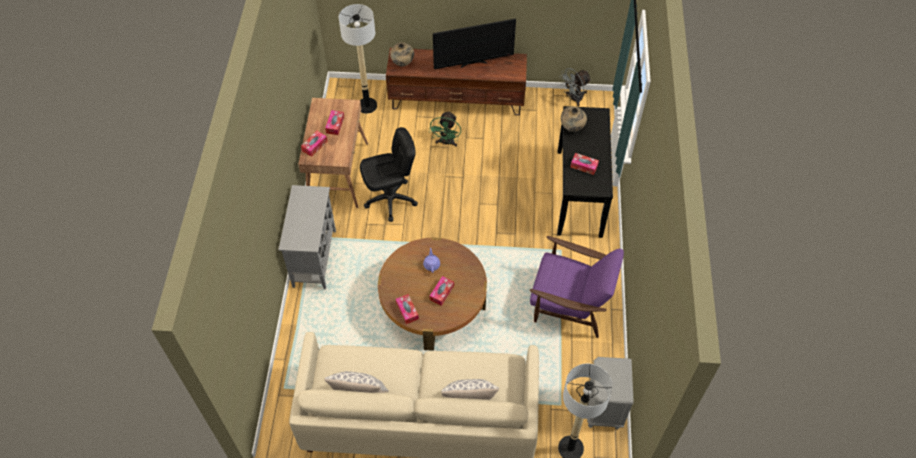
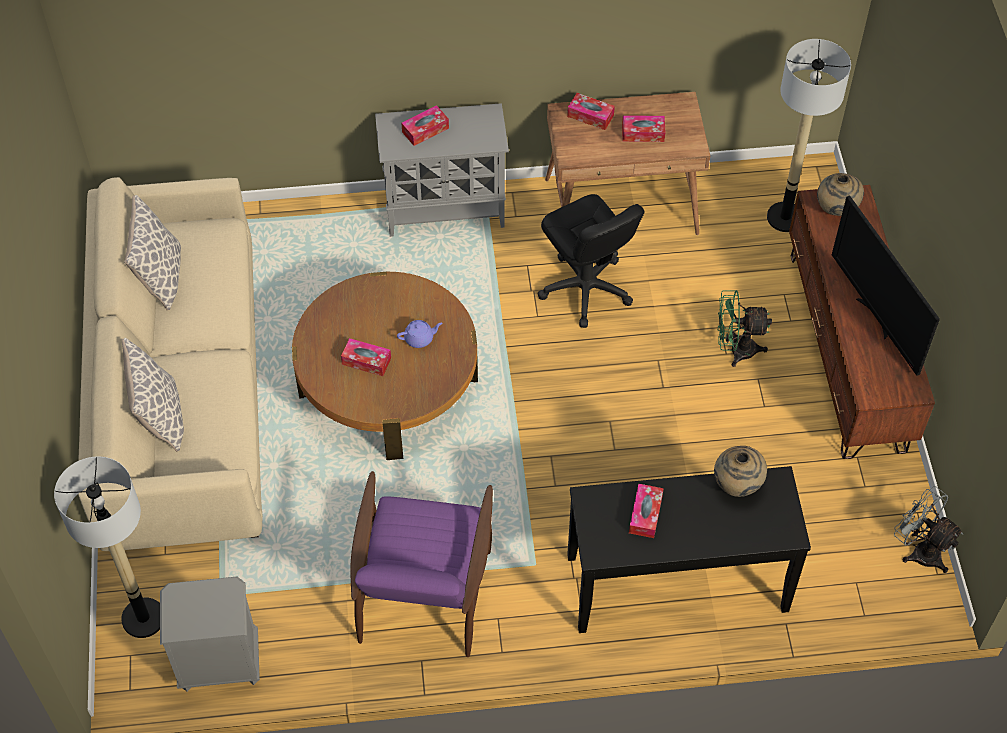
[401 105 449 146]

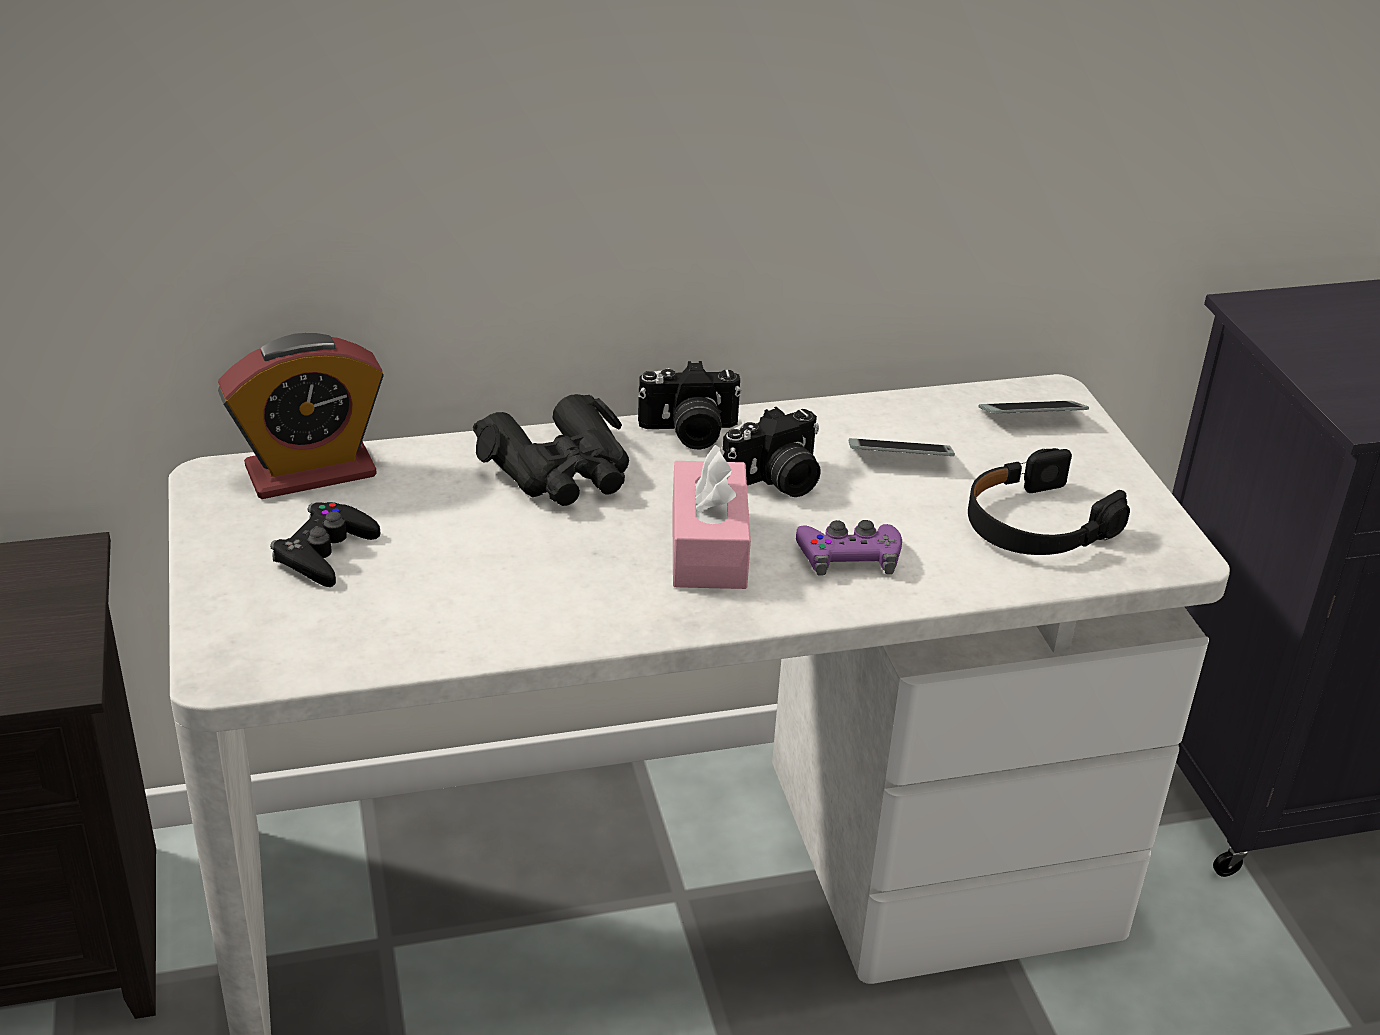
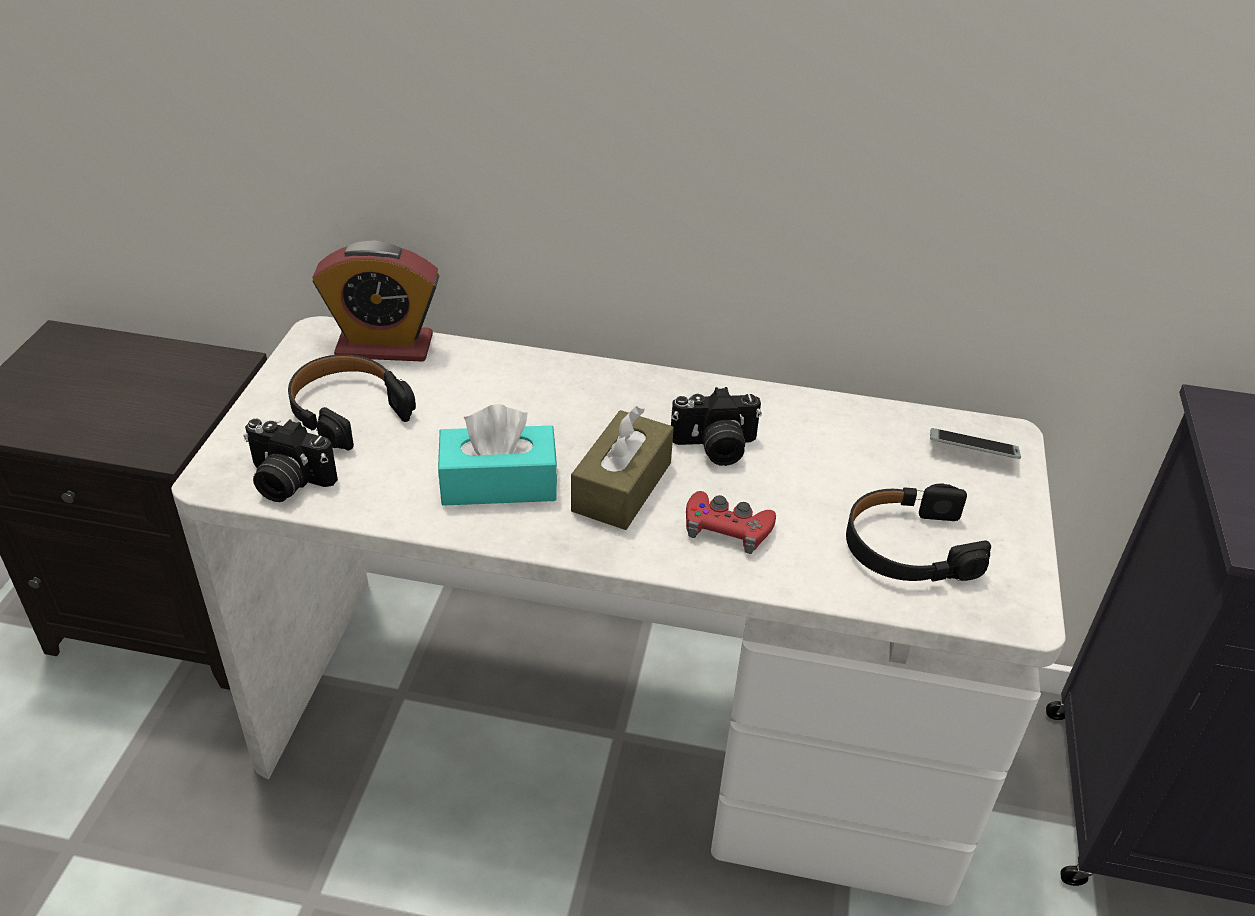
[243 419 338 502]
[288 354 416 450]
[438 404 558 506]
[571 406 674 530]
[686 491 776 554]
[473 394 629 506] (first image)
[849 438 955 456] (first image)

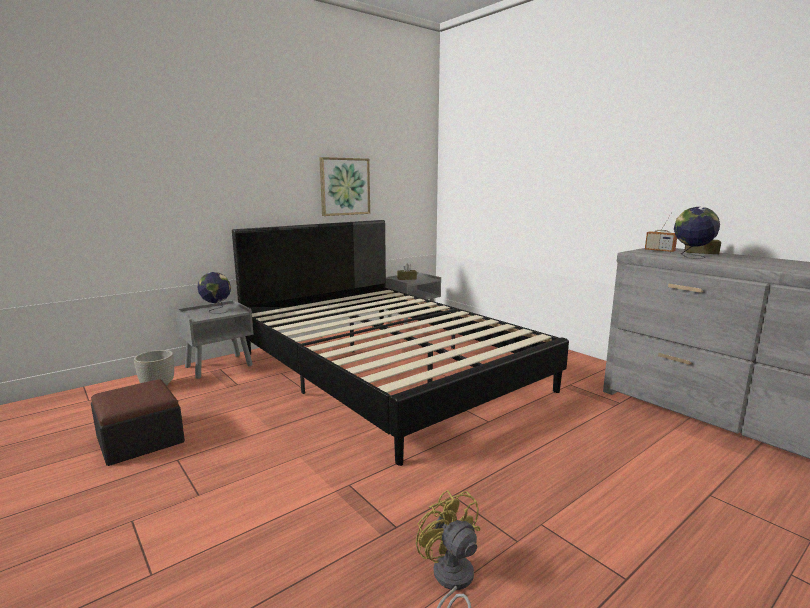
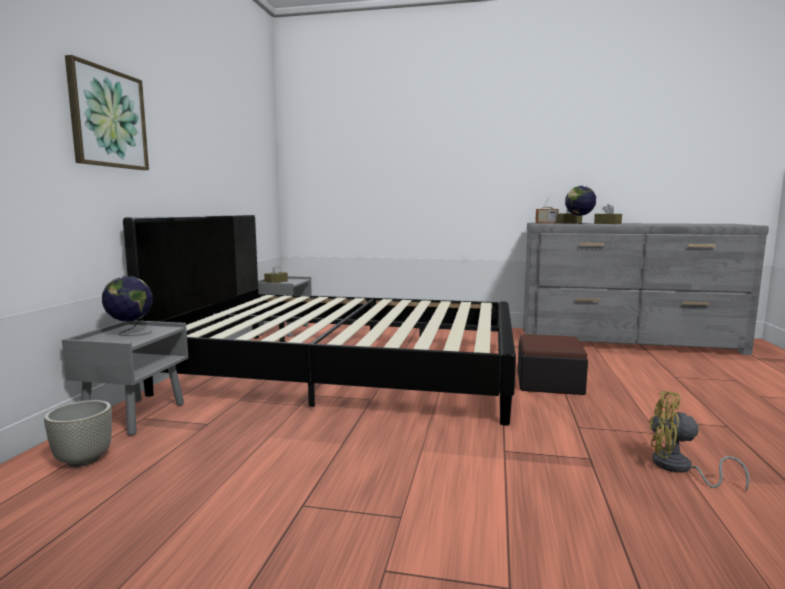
[65 55 149 170]
[518 334 588 395]
[594 204 622 224]

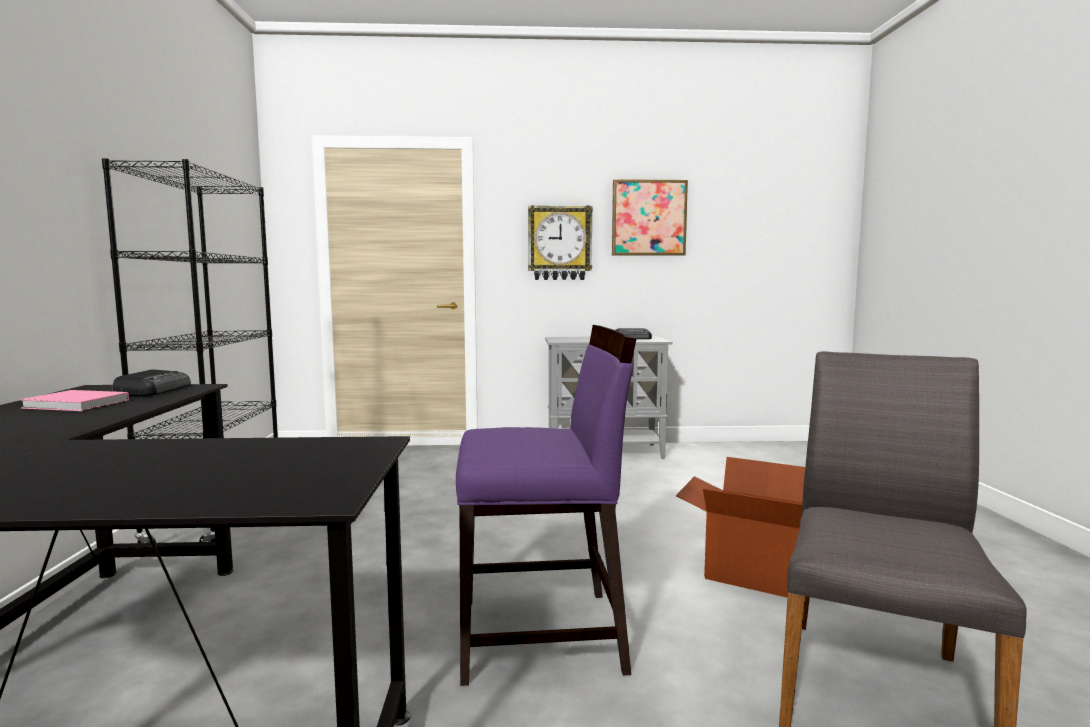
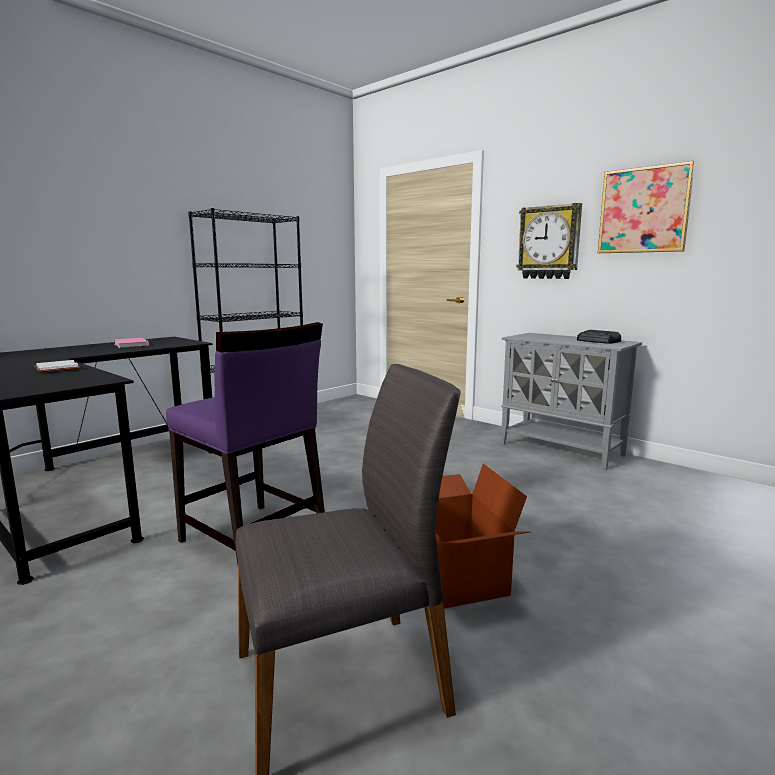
[35 360 80 373]
[112 370 191 396] (first image)

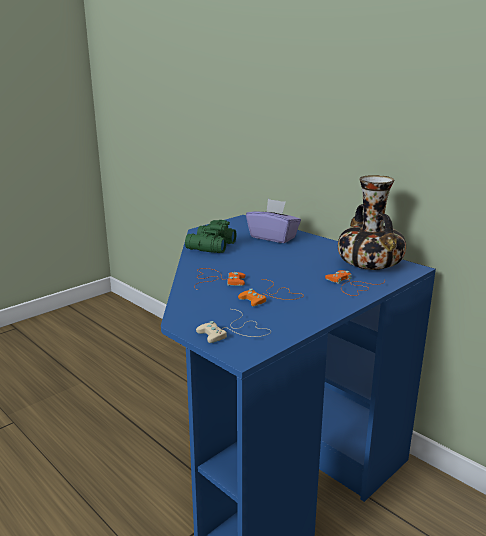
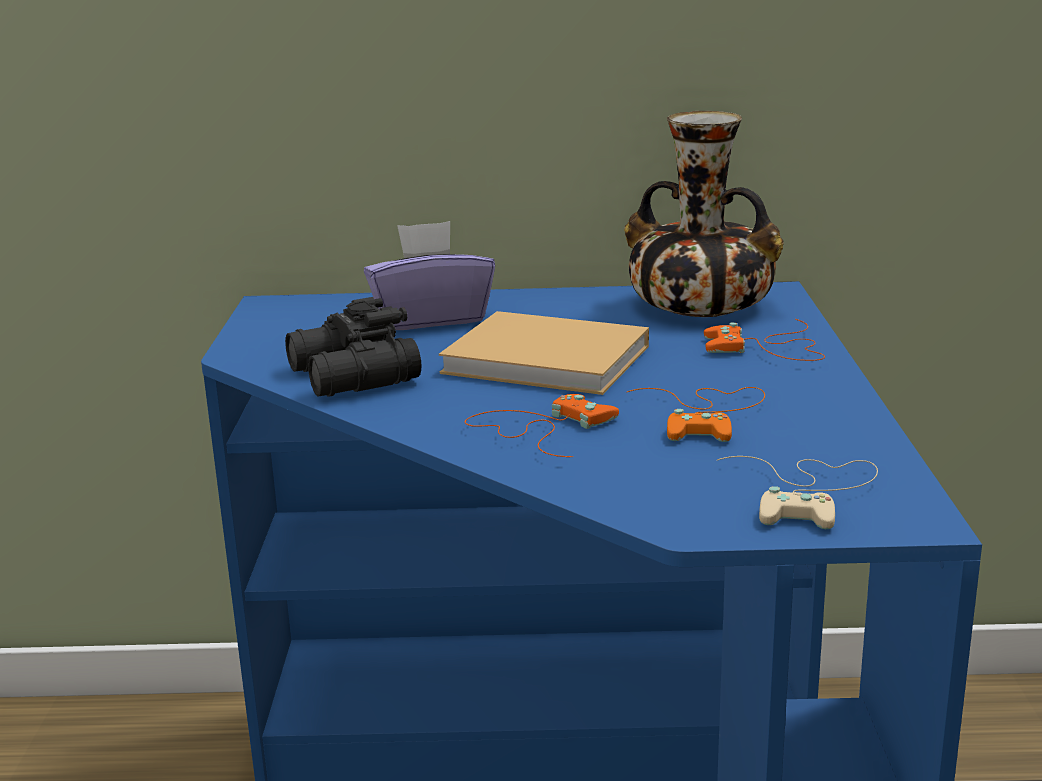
[285 297 422 397]
[439 311 649 395]

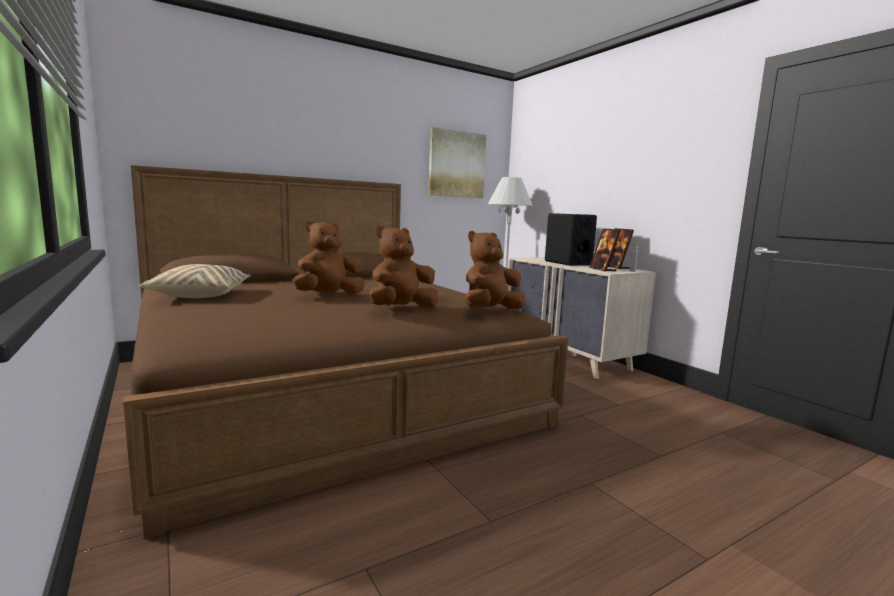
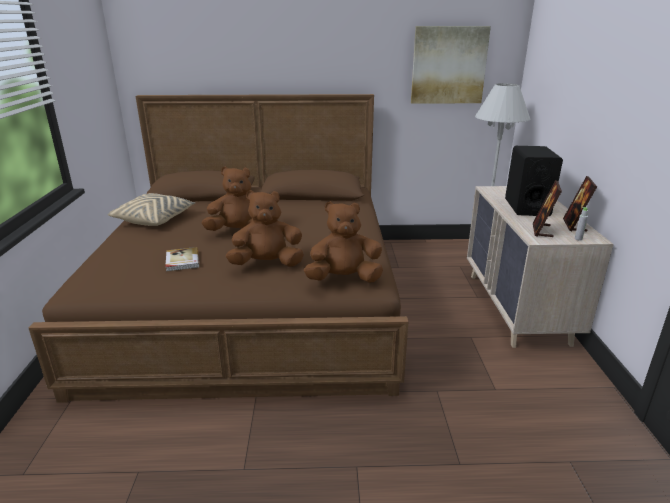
[165 247 199 271]

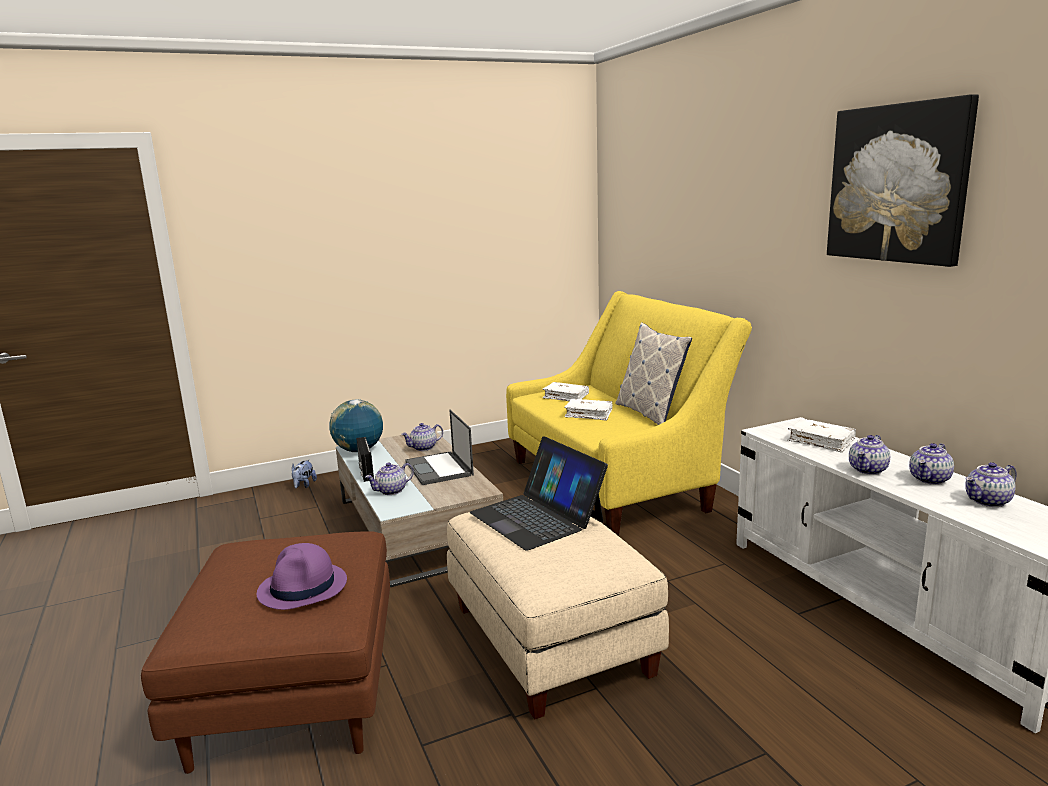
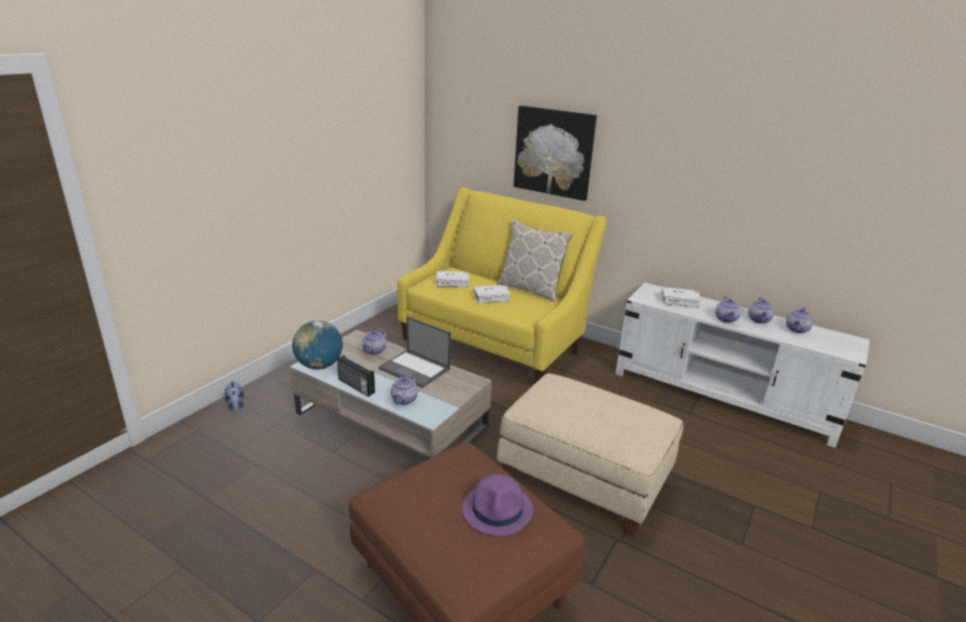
[514 105 597 201]
[470 436 608 551] (first image)

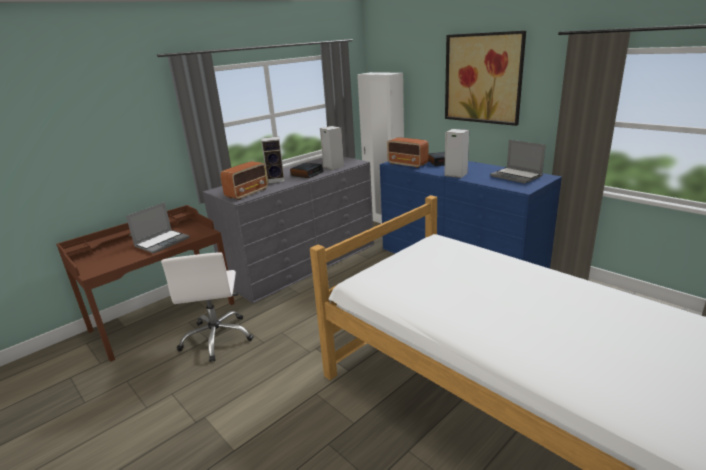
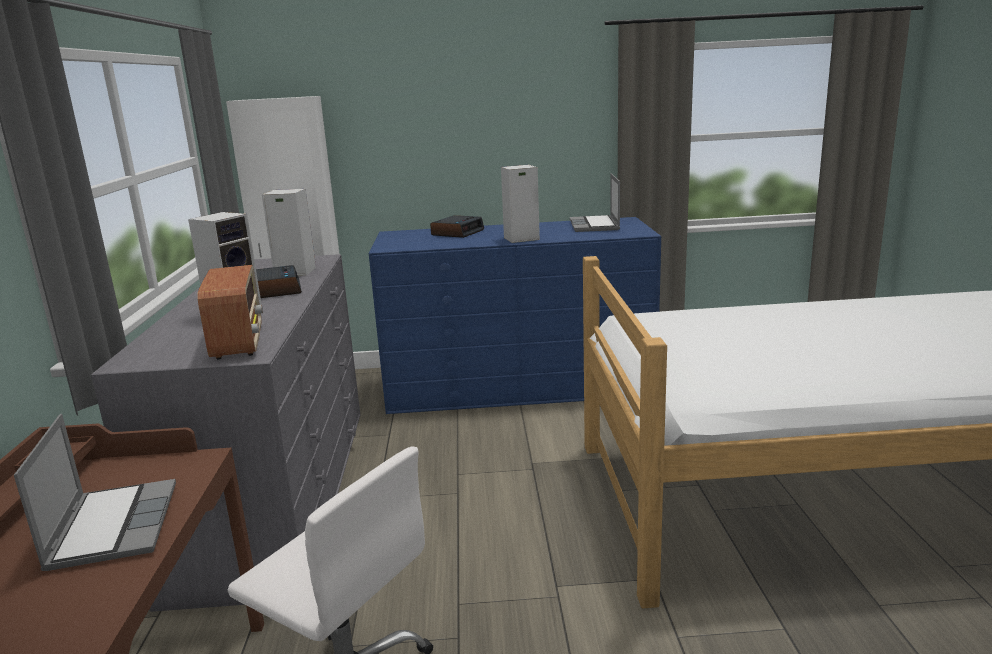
[570 173 620 232]
[387 137 429 168] (first image)
[445 31 526 126] (first image)

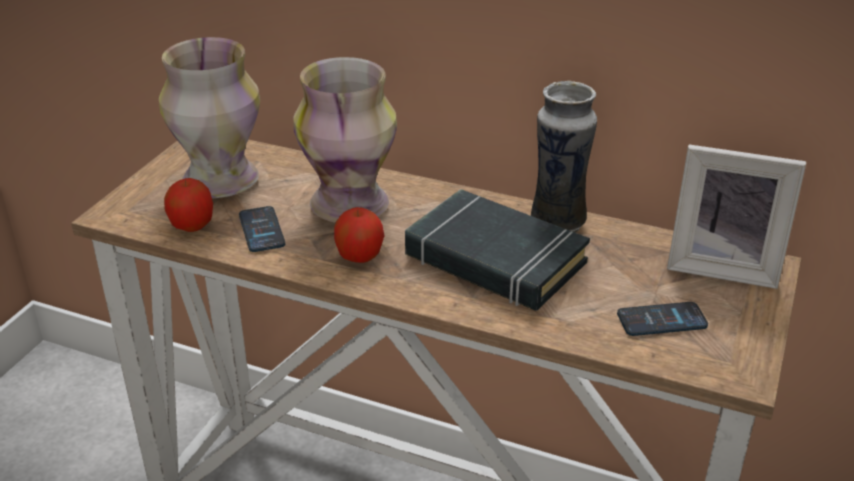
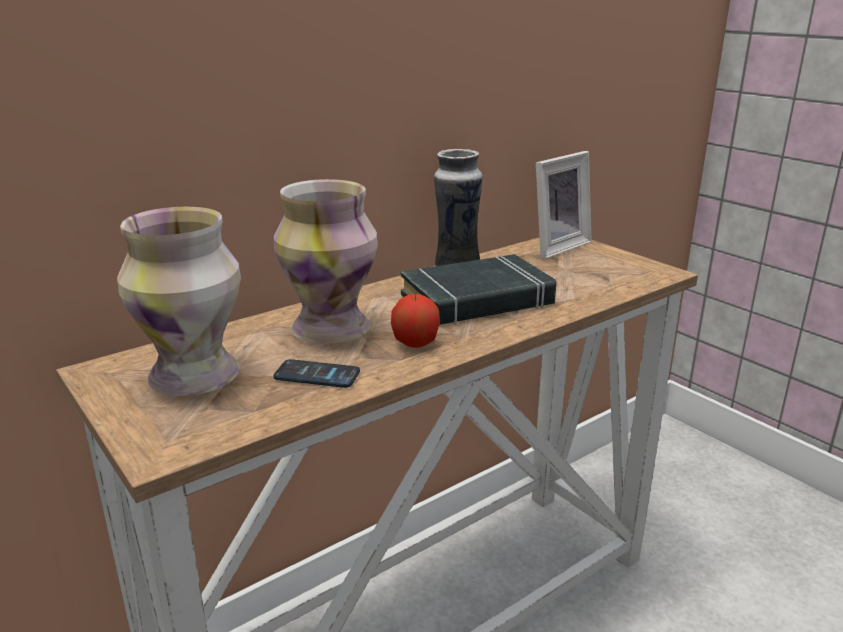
[164 178 213 232] (first image)
[617 302 708 336] (first image)

